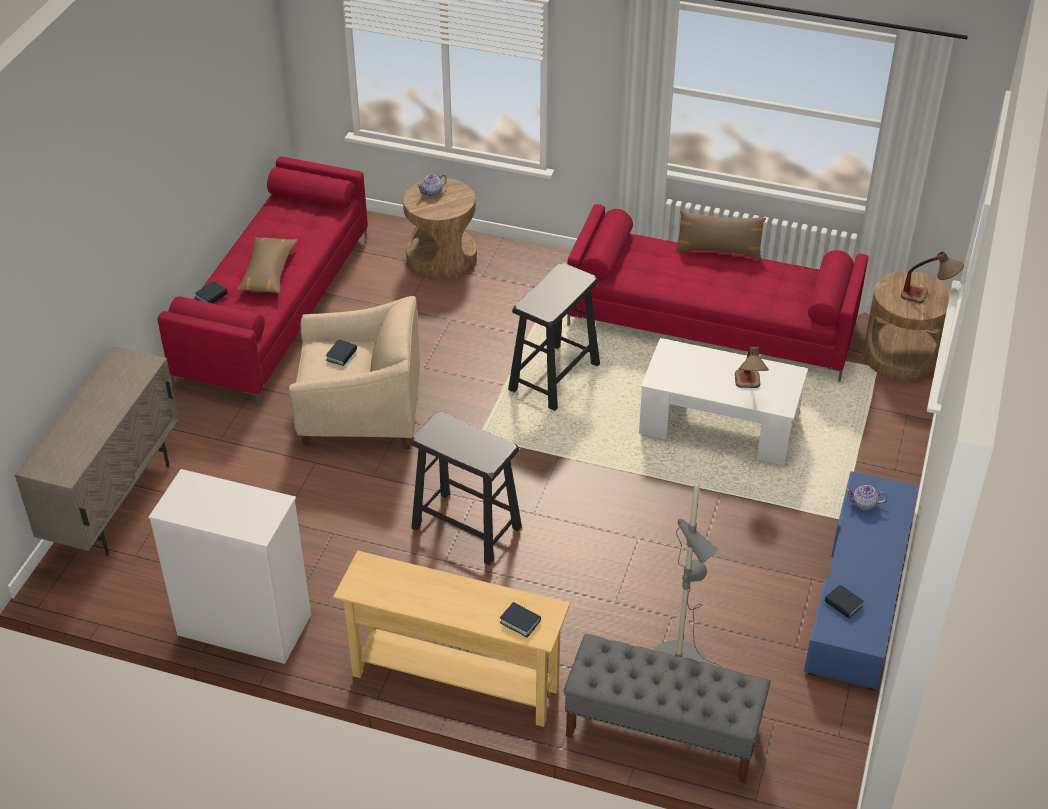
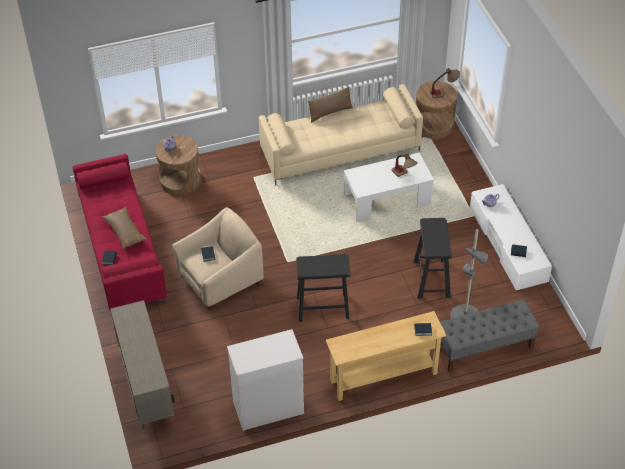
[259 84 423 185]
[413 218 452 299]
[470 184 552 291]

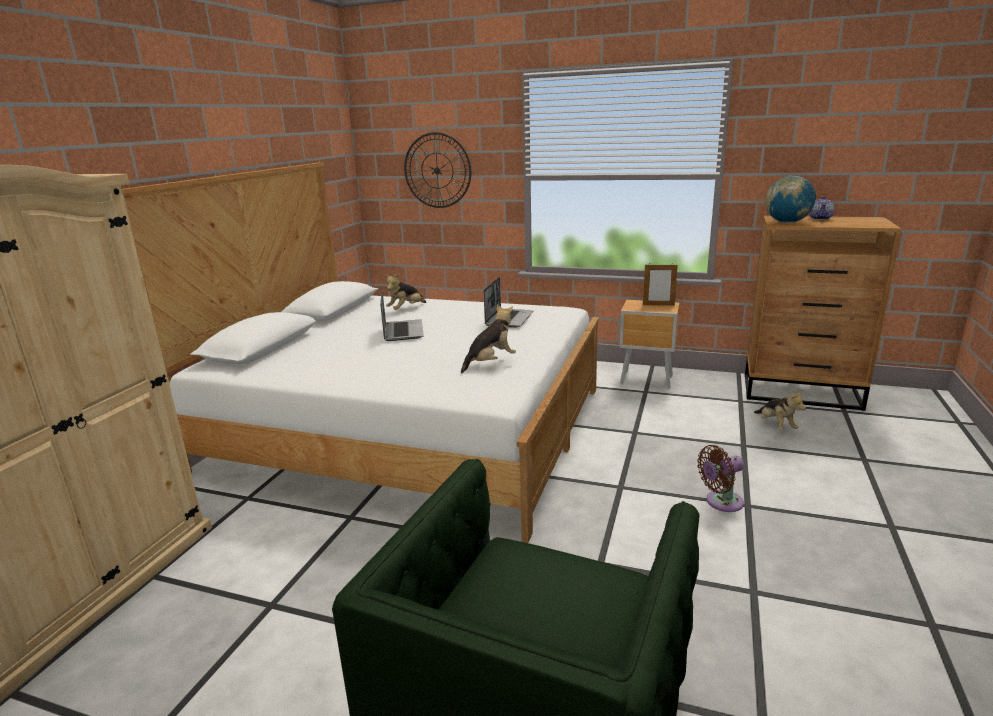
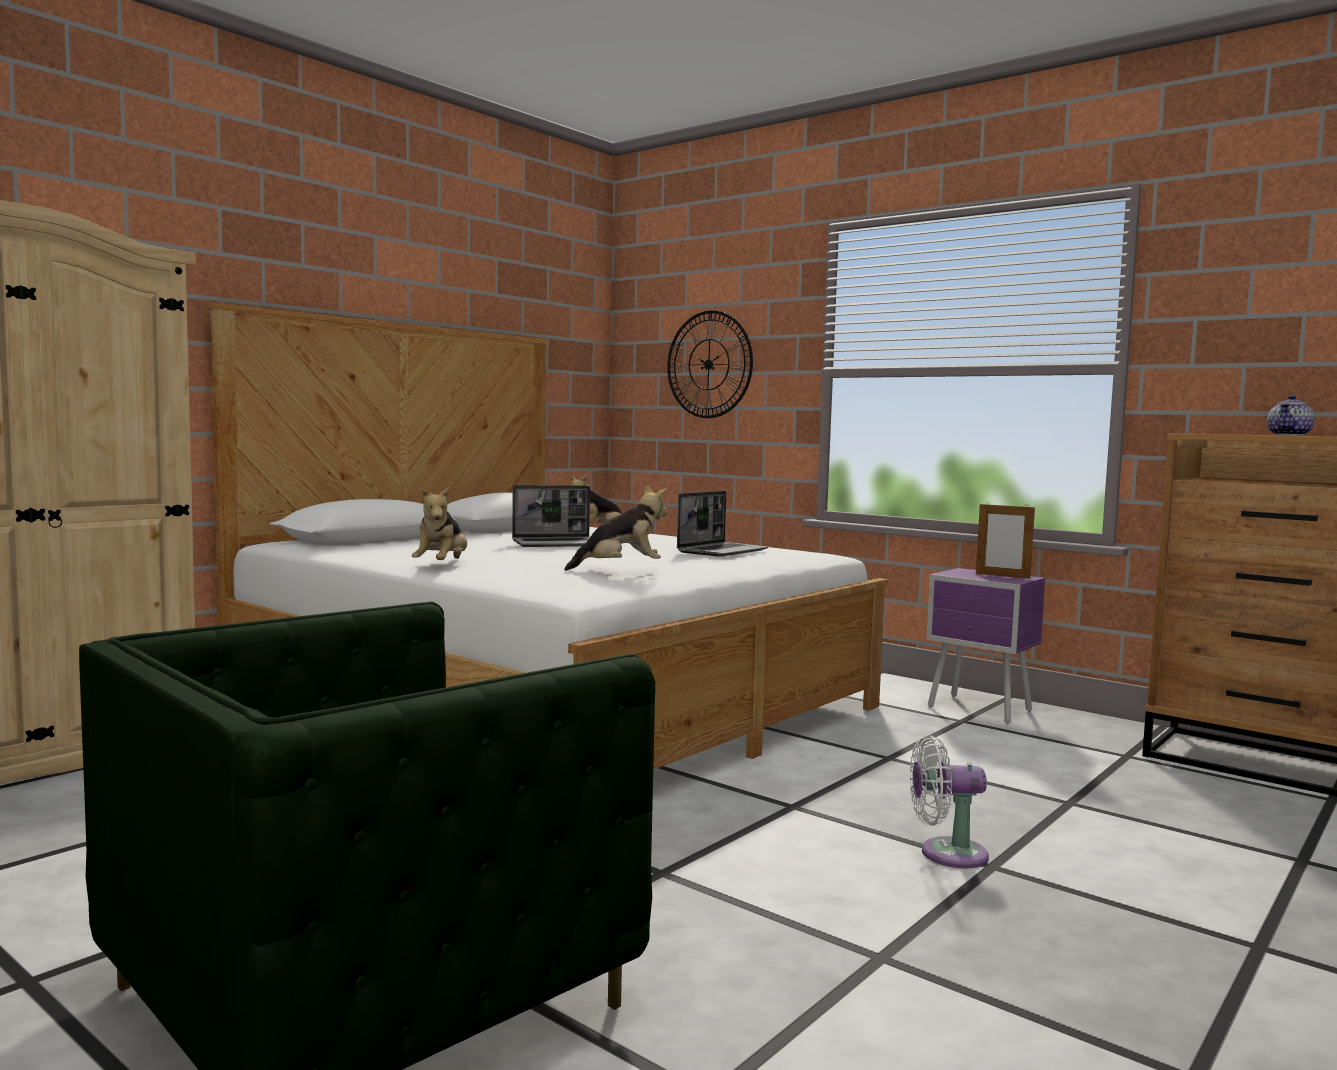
[412 487 467 560]
[512 485 590 547]
[910 735 989 869]
[926 568 1045 724]
[766 176 816 223] (first image)

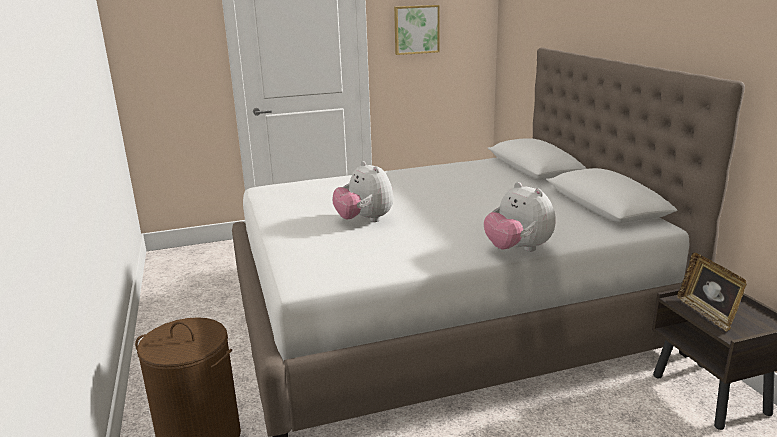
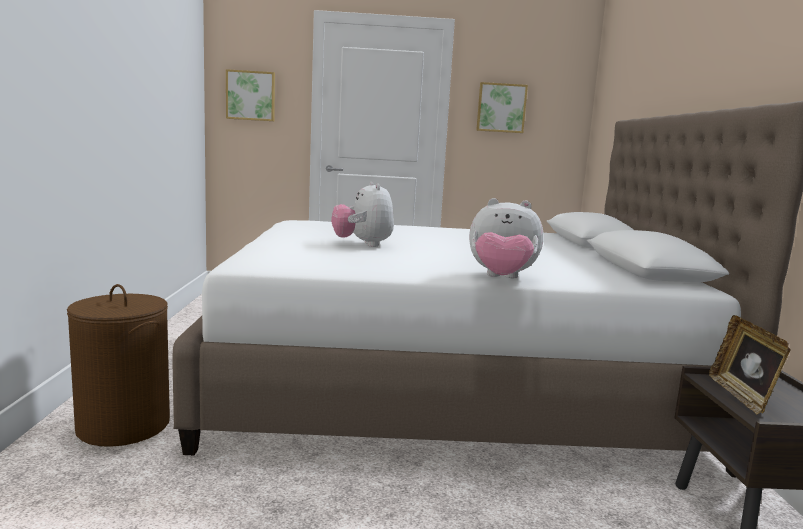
[226 69 275 121]
[469 198 544 278]

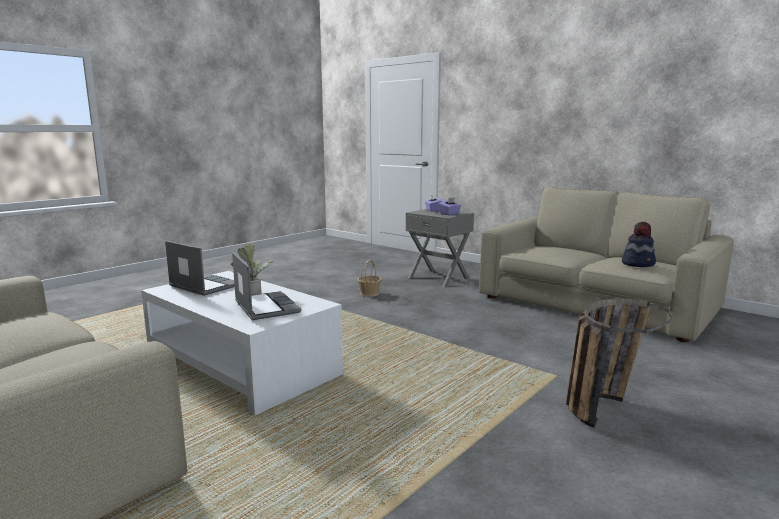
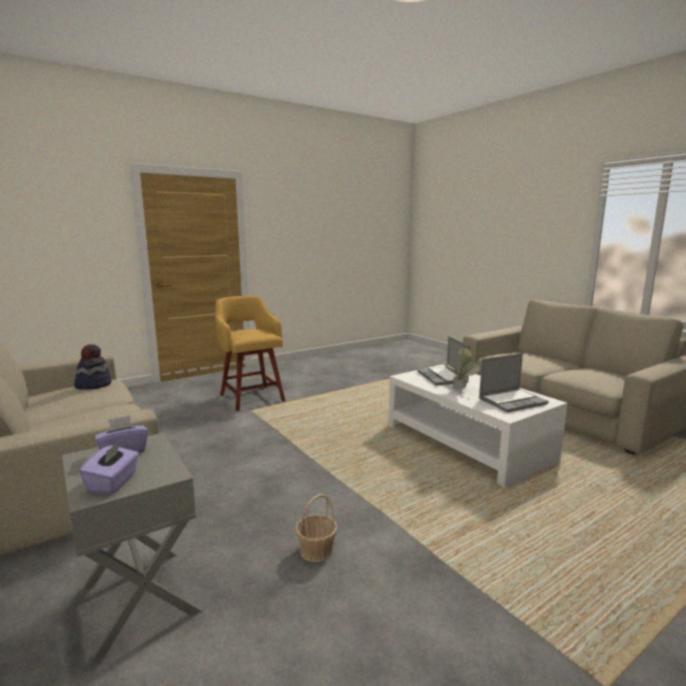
[215 296 285 411]
[479 353 549 412]

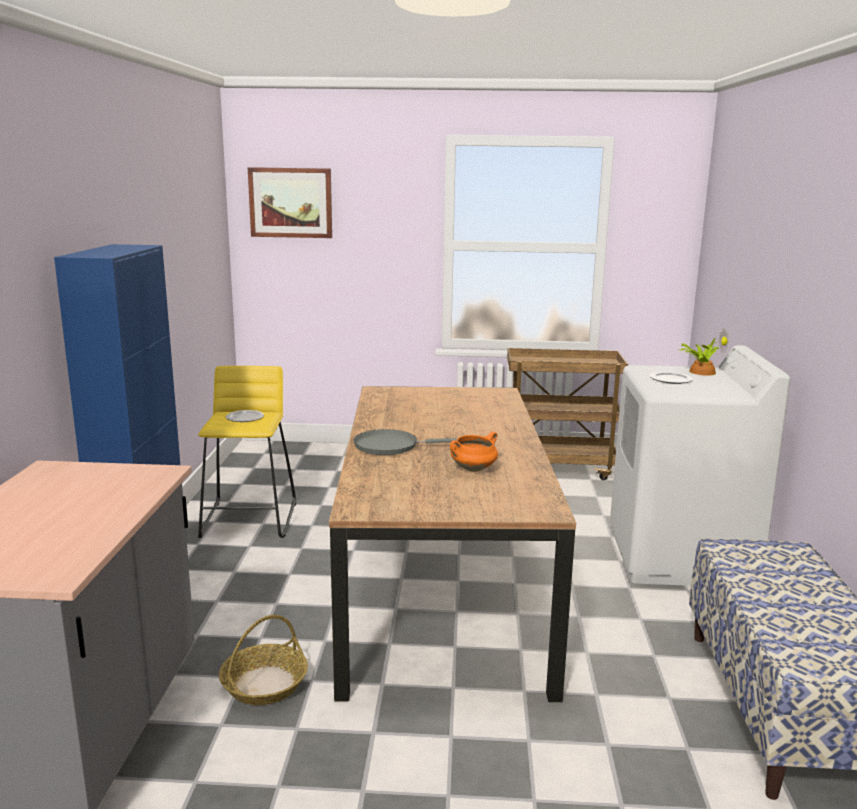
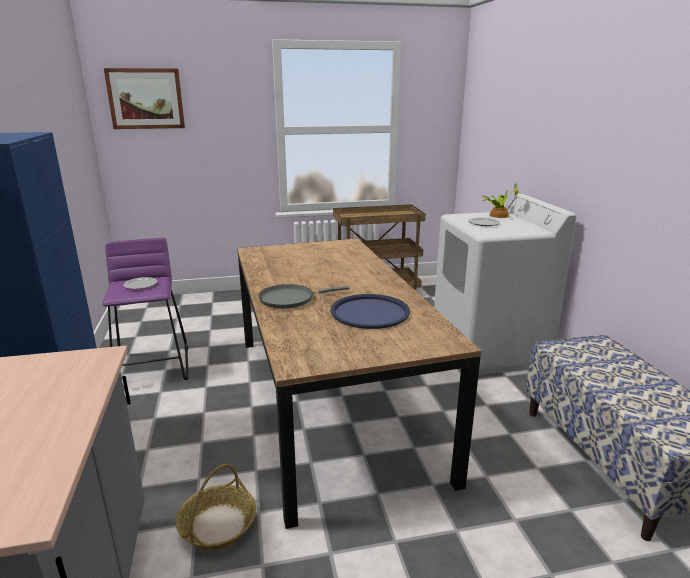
[102 238 189 380]
[330 294 410 329]

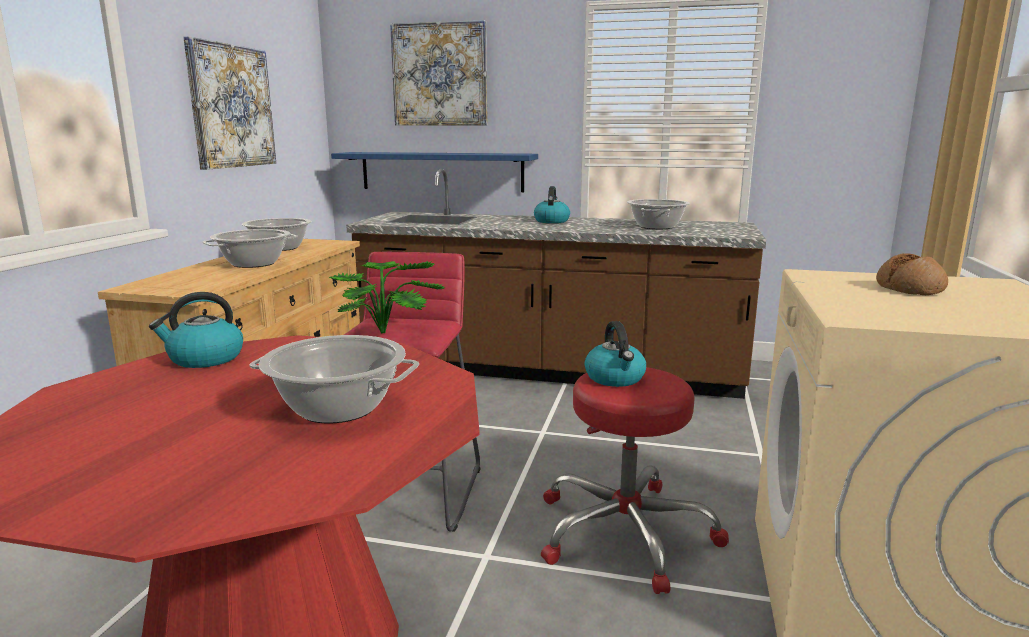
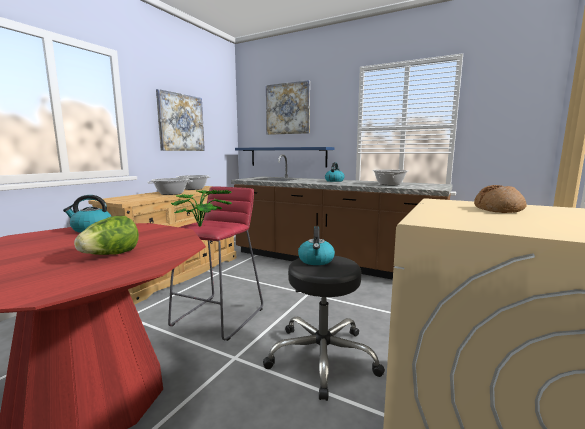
[74 216 139 255]
[263 255 385 401]

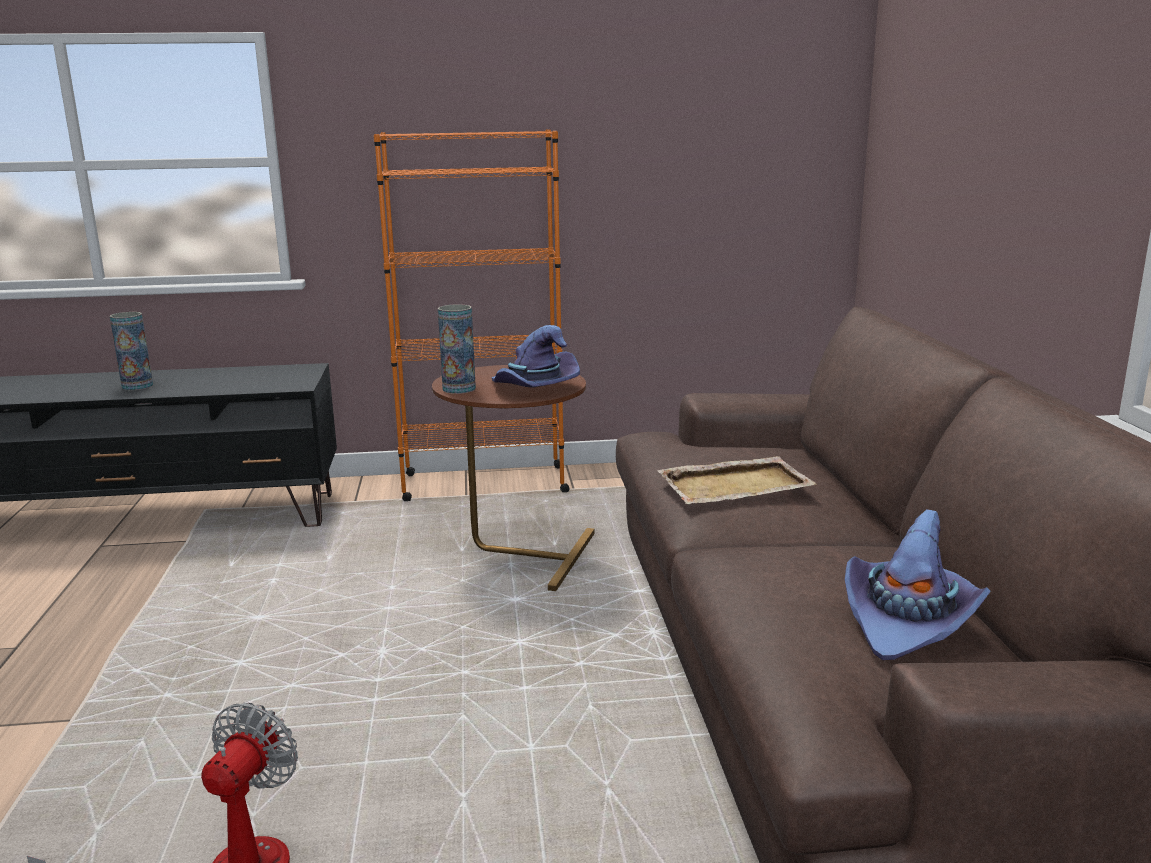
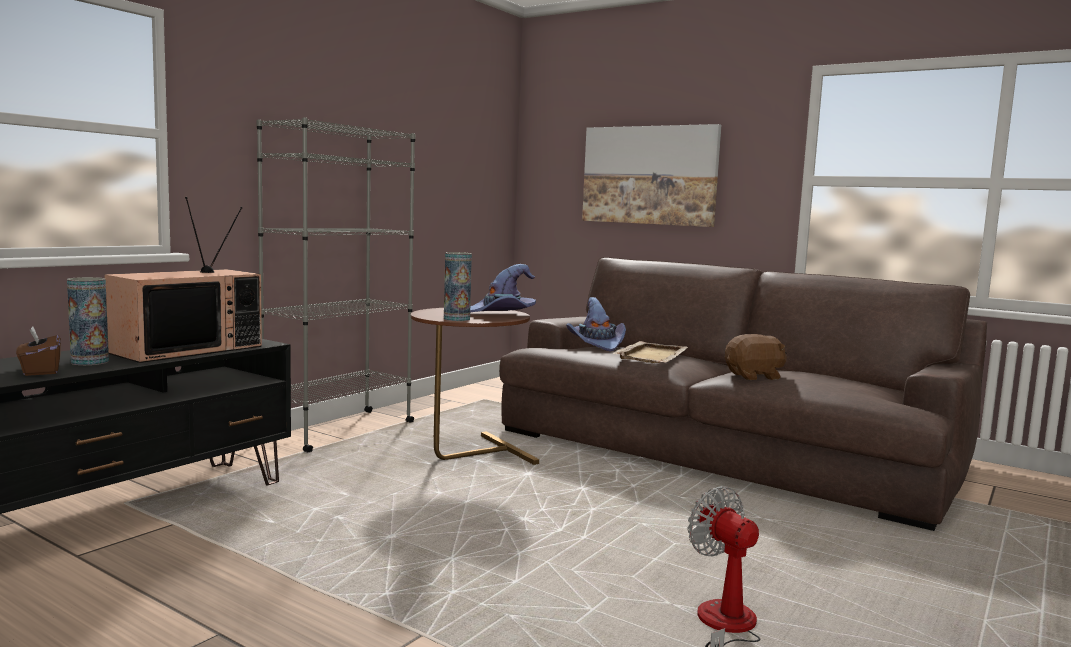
[16 326 61 376]
[104 197 262 363]
[257 117 415 453]
[566 297 626 352]
[582 124 721 227]
[725 334 787 380]

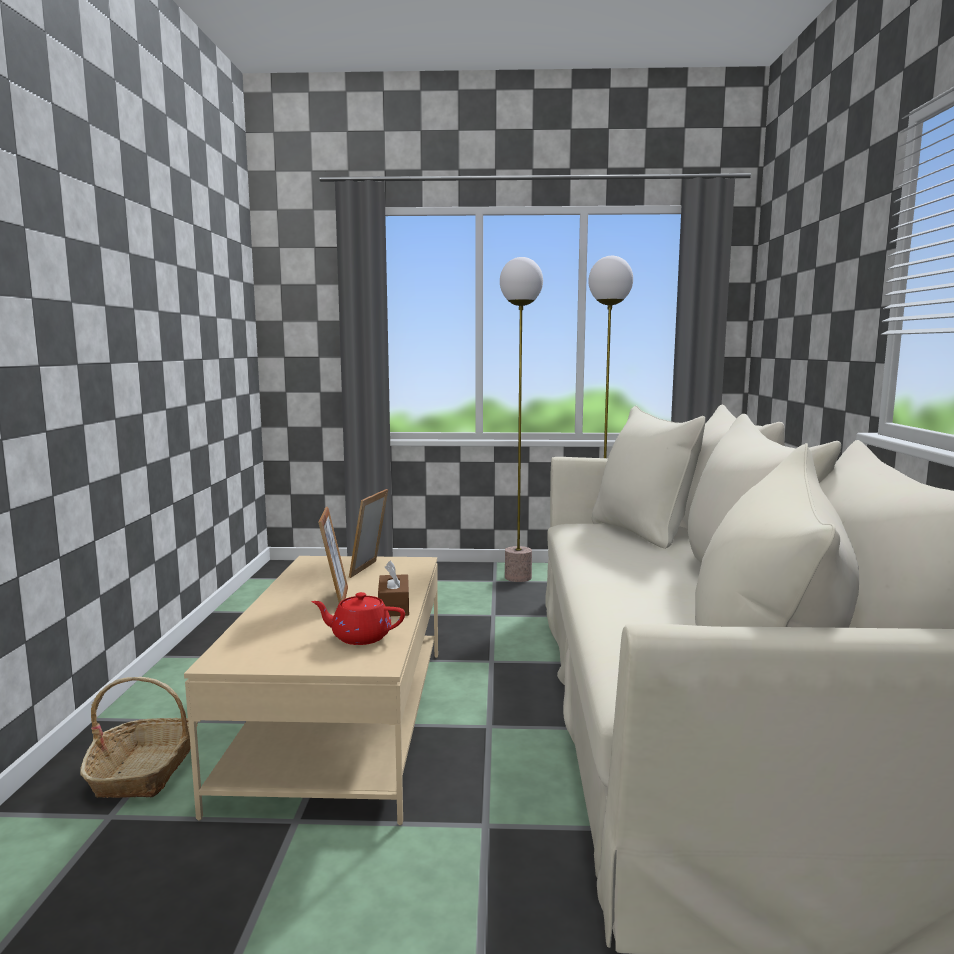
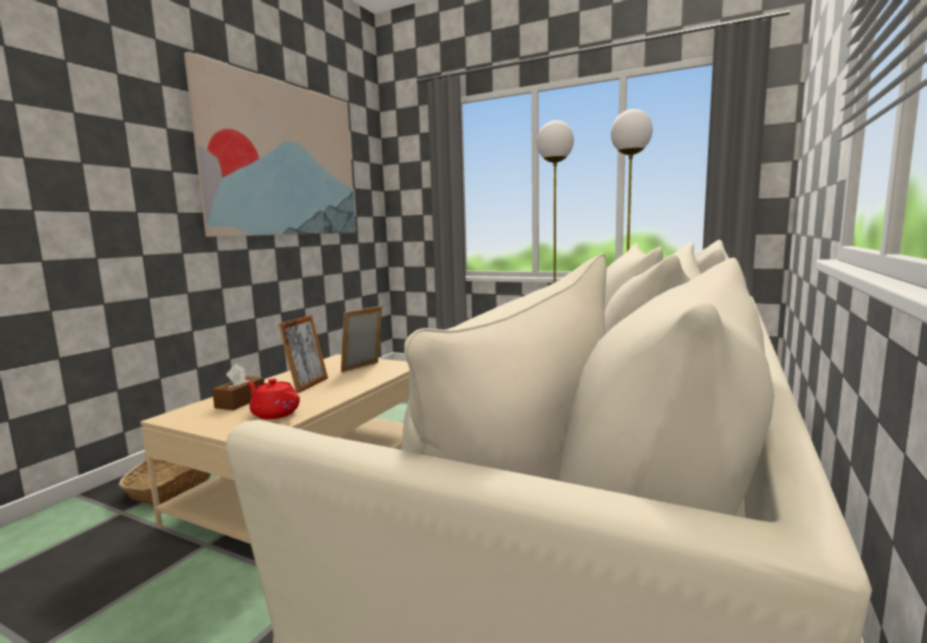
[184 52 356 237]
[212 364 265 410]

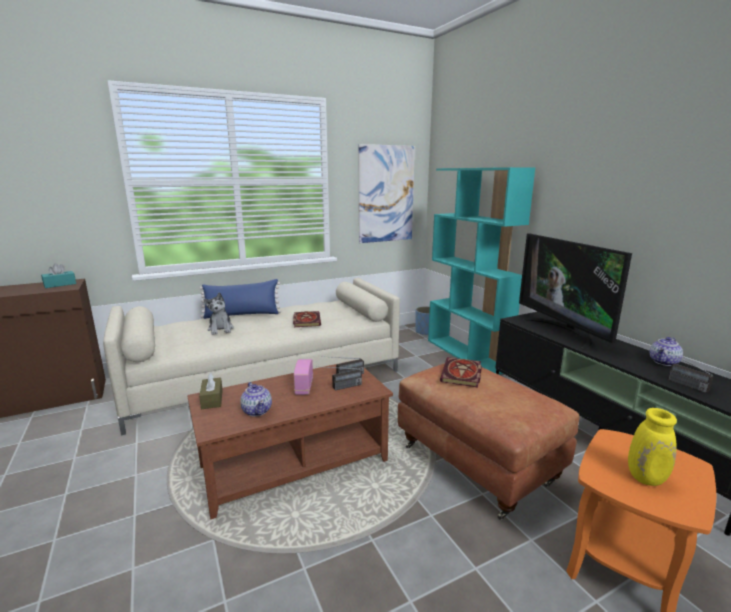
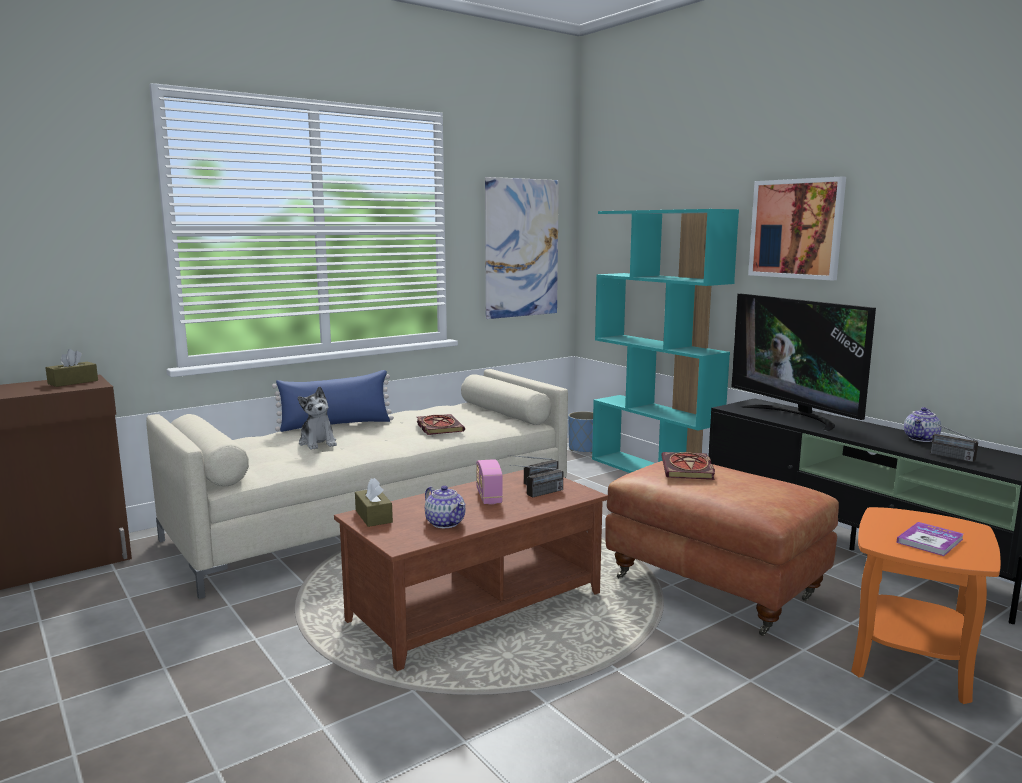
[45 349 98 387]
[748 176 846 281]
[896 522 963 556]

